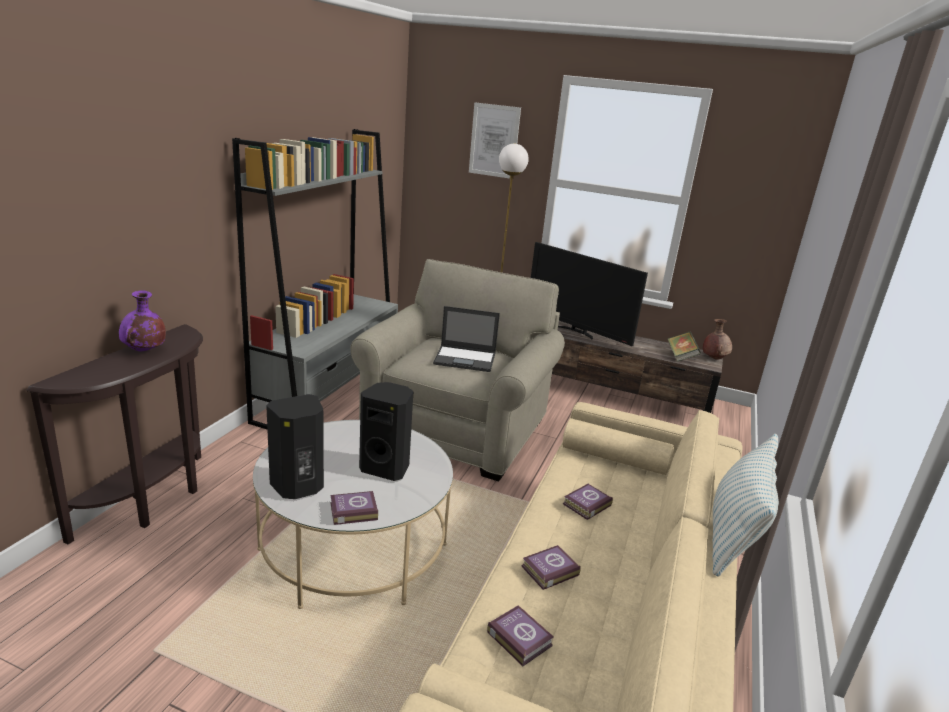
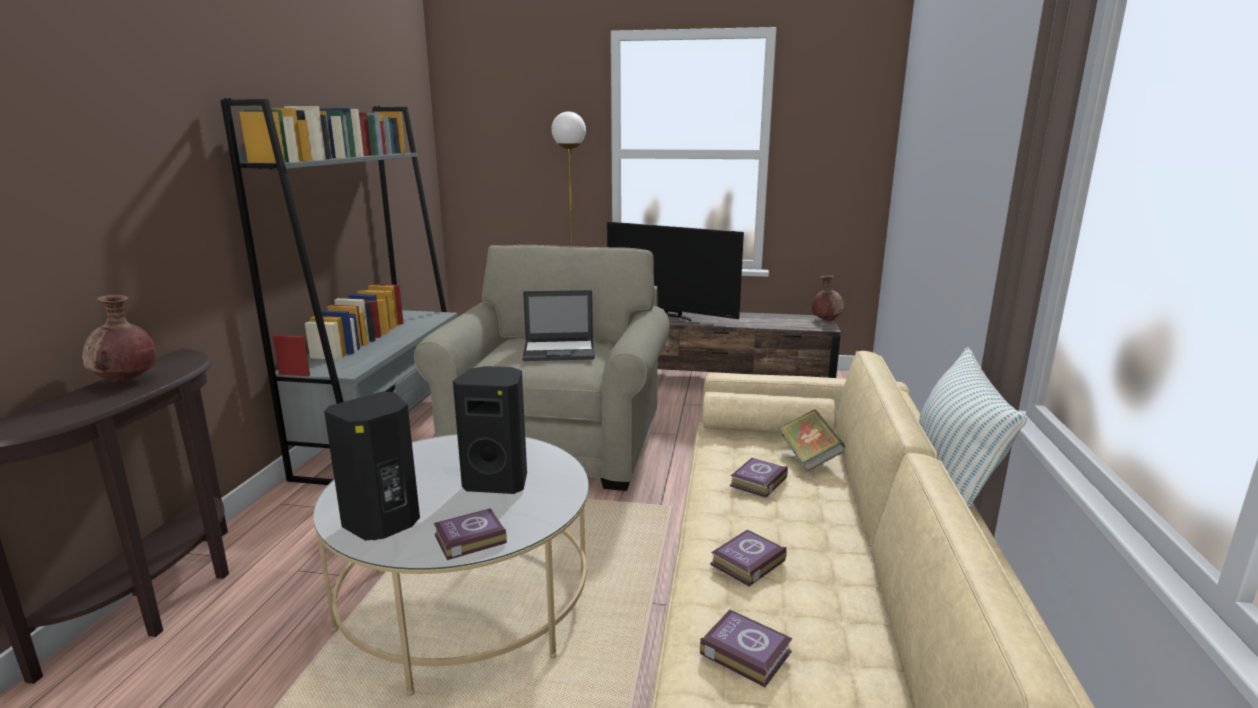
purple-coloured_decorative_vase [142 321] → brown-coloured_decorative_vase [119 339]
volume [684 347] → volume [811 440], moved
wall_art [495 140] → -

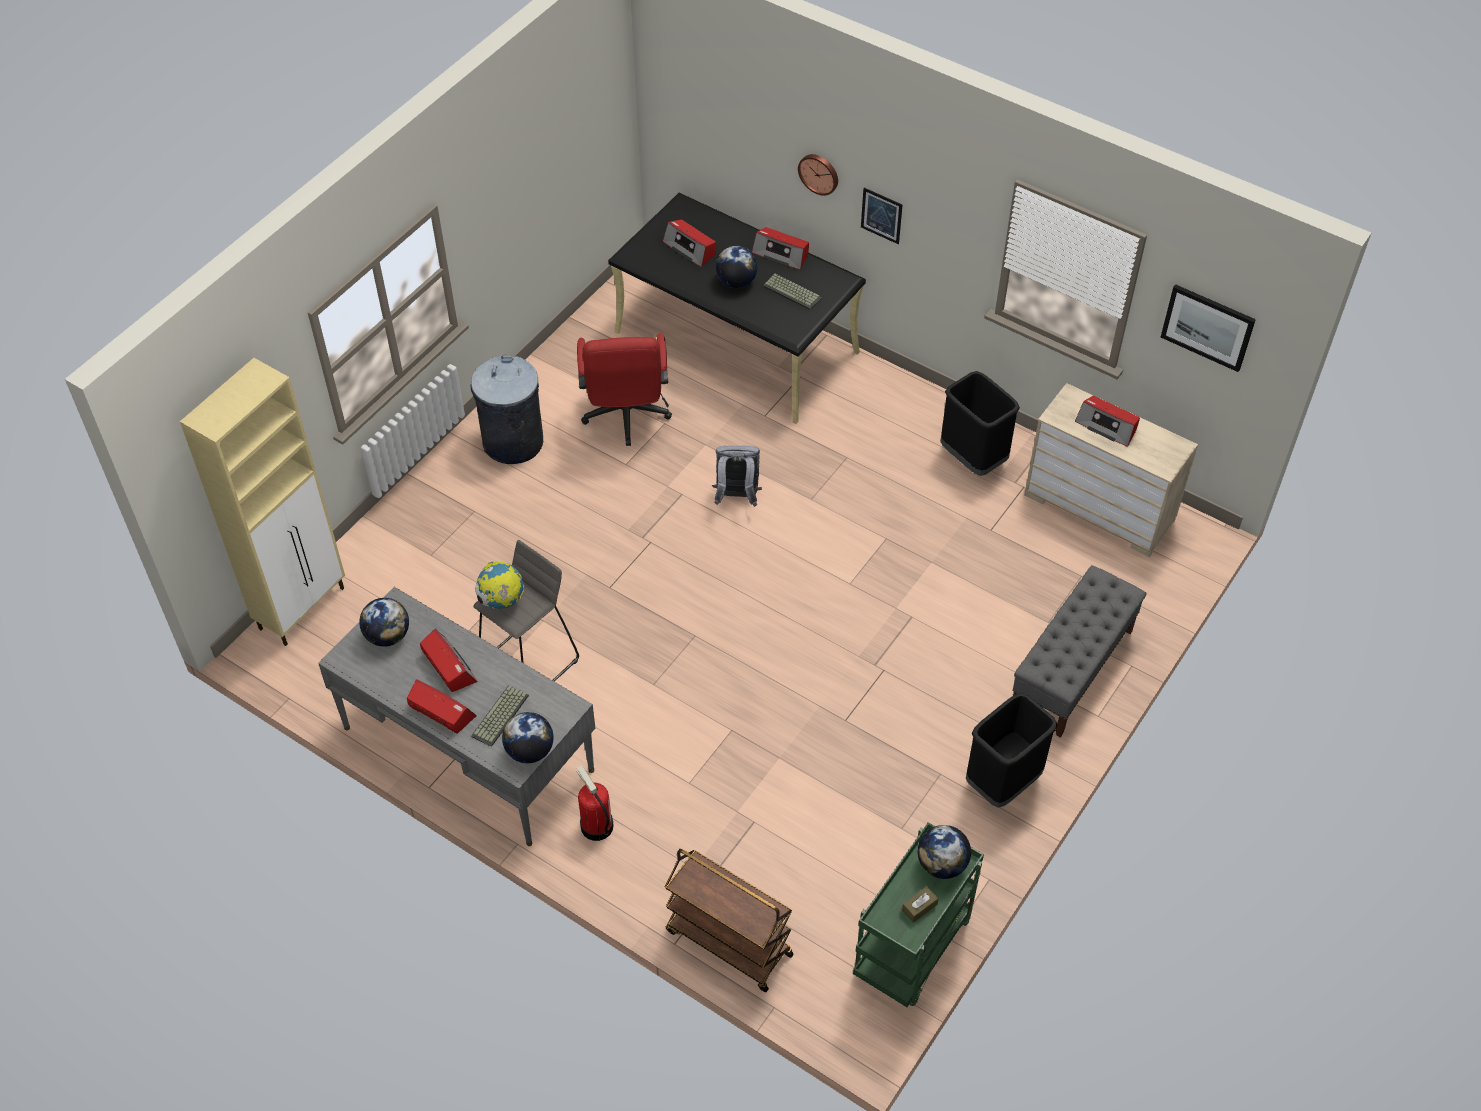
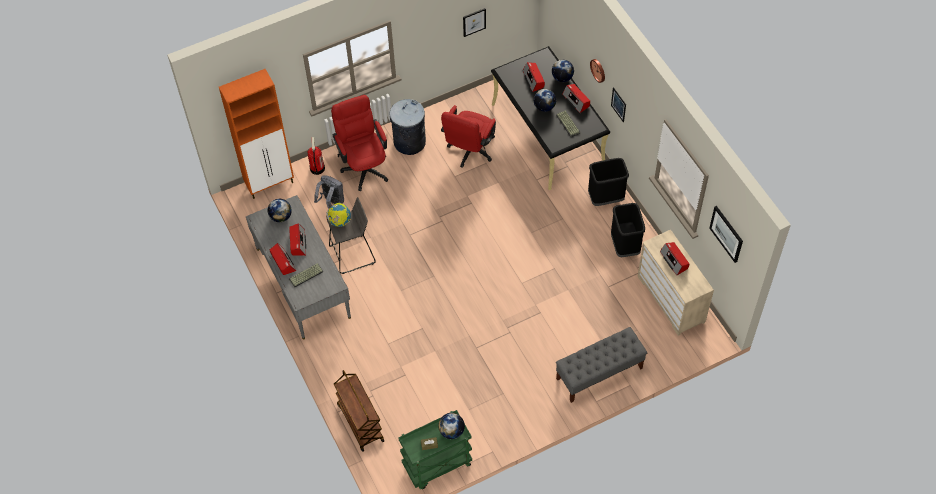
beige-coloured_cupboard [262 502] → orange-coloured_cupboard [256 134]
fire-fighting_cylinder [595 803] → fire-fighting_cylinder [316 156], moved
gray_rucksack [737 476] → gray_rucksack [329 191], moved
- → red-coloured_desk_chair [359 143]
- → wall_art [474 22]
desk_globe [528 737] → desk_globe [563 71], moved
blackish_rubbish_bin [1012 750] → blackish_rubbish_bin [608 182], moved

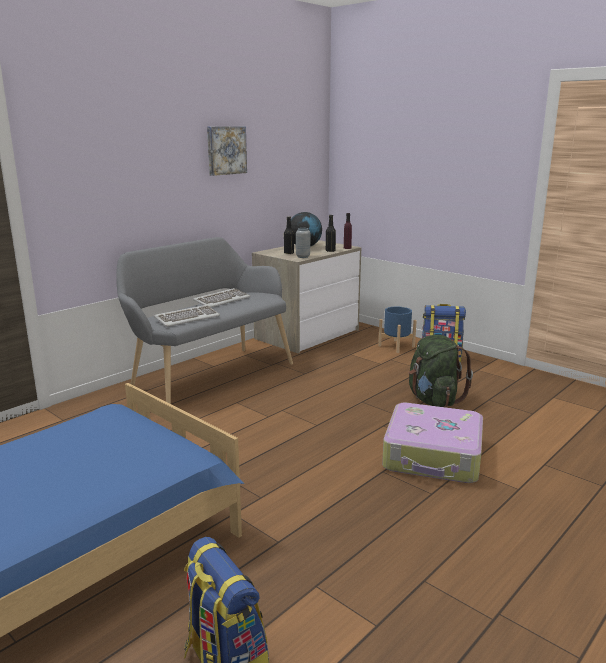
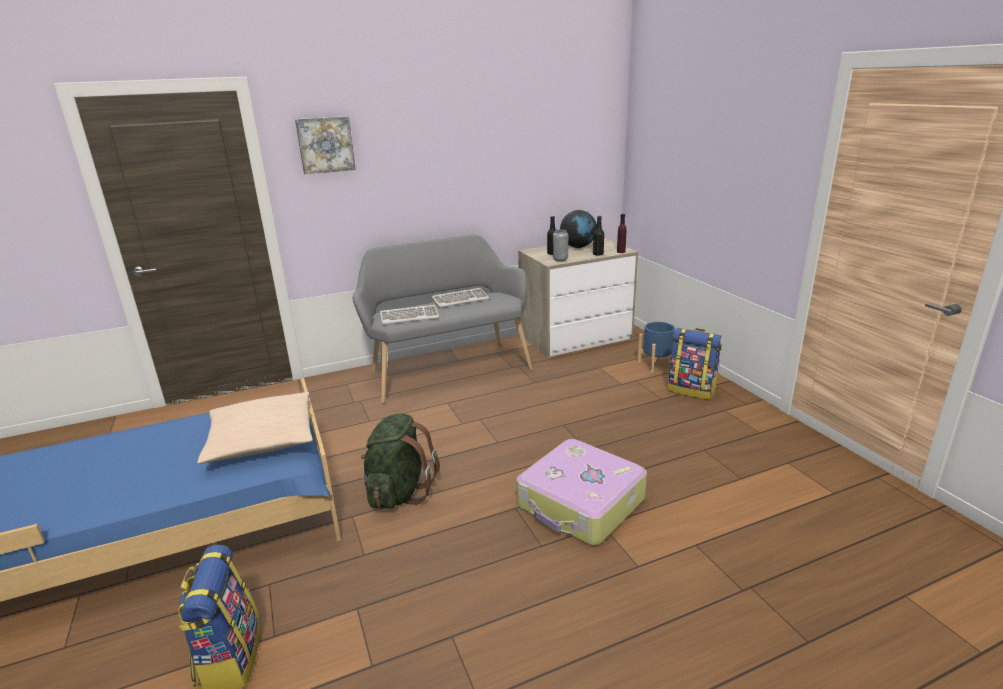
- → beige-coloured_cushion [255 428]
wall_art [227 151] → wall_art [325 145], moved
green_rucksack [440 371] → green_rucksack [400 461], moved

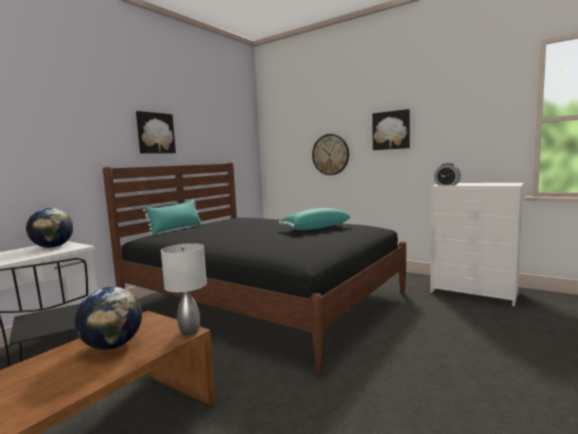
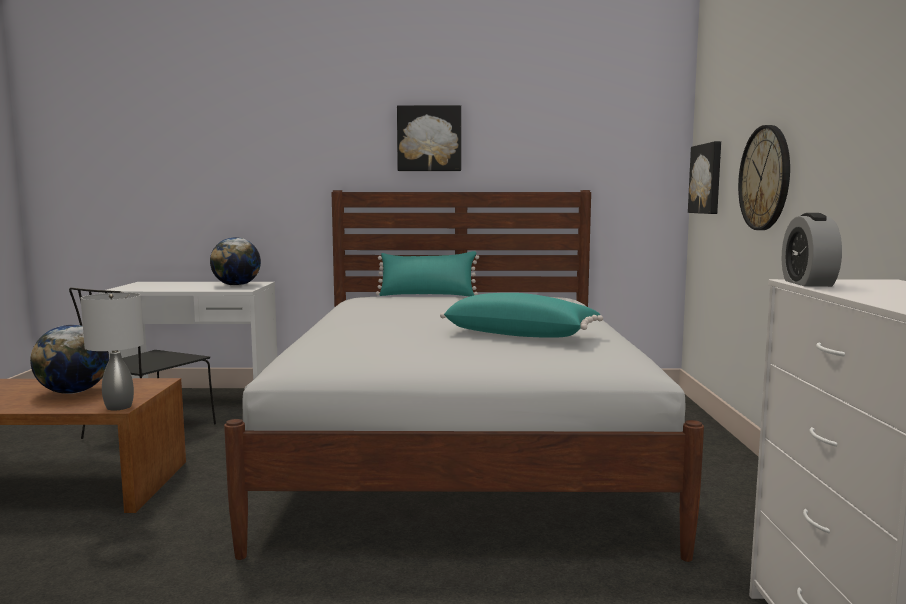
blackish_sleeping_bed [254 268] → white-coloured_sleeping_bed [464 376]
wall_art [391 129] → wall_art [704 177], moved

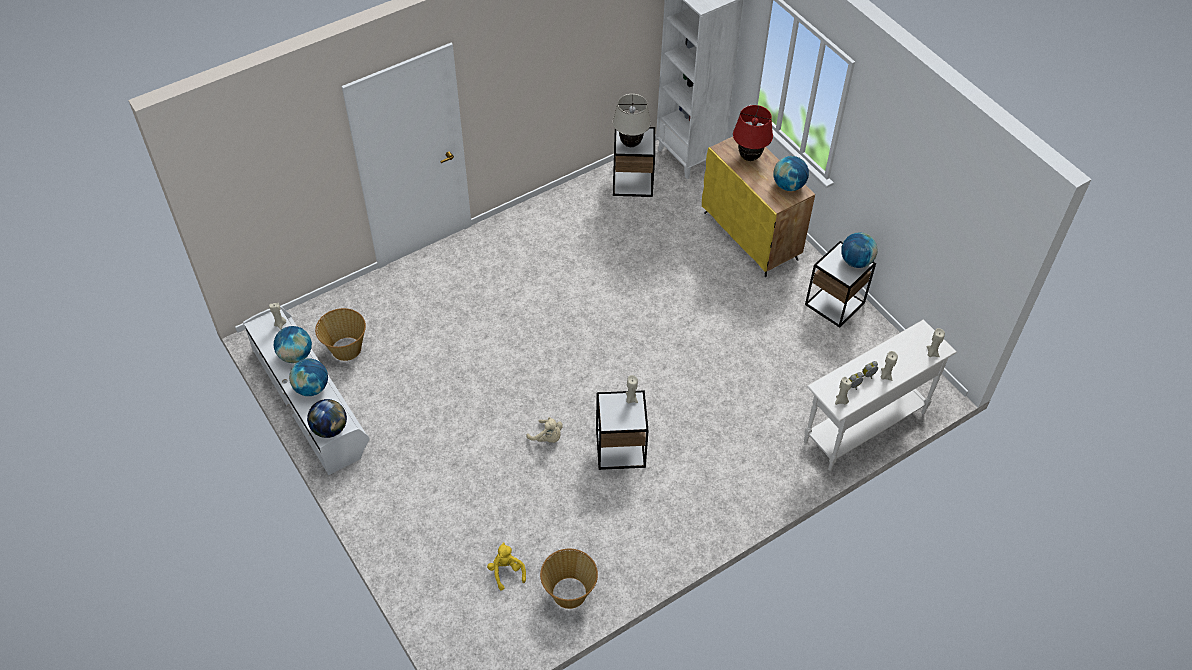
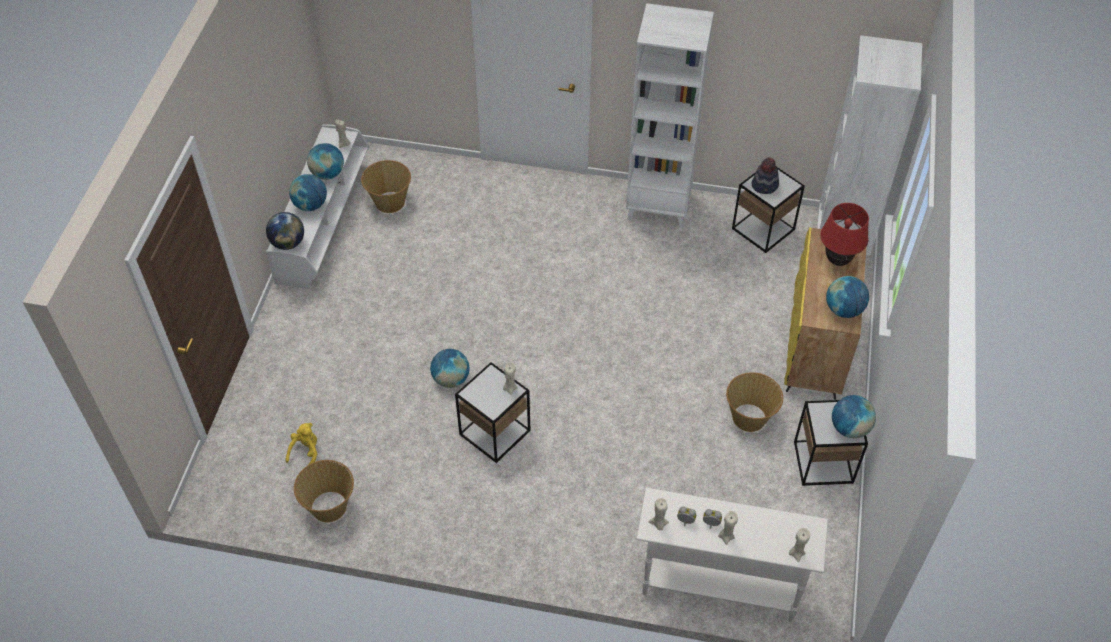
beige-coloured_soft_toy [544 430] → desk_globe [450 368]
- → white-coloured_bookshelf [670 115]
- → basket [754 402]
beige-coloured_table_lamp [632 120] → clothing_hat [765 175]

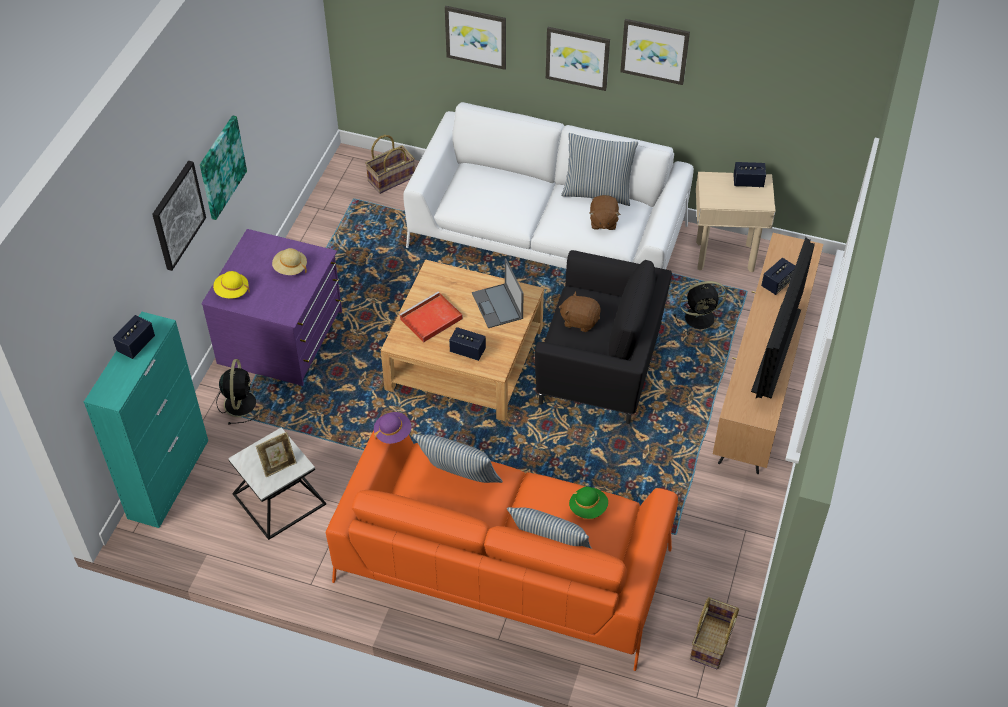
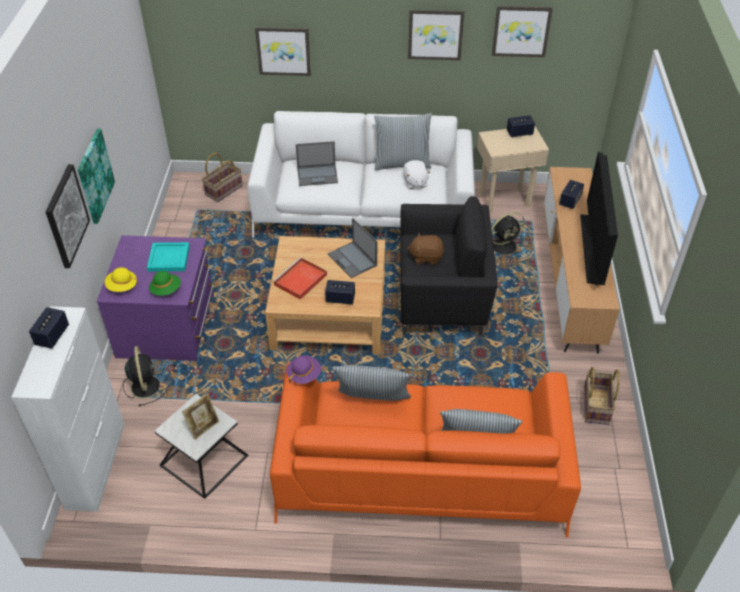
turquoise_cupboard [146 420] → white-coloured_cupboard [68 409]
beige-coloured_clothing_hat [289 261] → turquoise_carrying_tray [168 257]
green_clothing_hat [588 503] → green_clothing_hat [165 283], moved
- → portable_computer [317 163]
brown-coloured_soft_toy [604 212] → white-coloured_soft_toy [417 174]
wall_art [578 59] → wall_art [522 31], moved
basket [714 633] → basket [602 396], moved

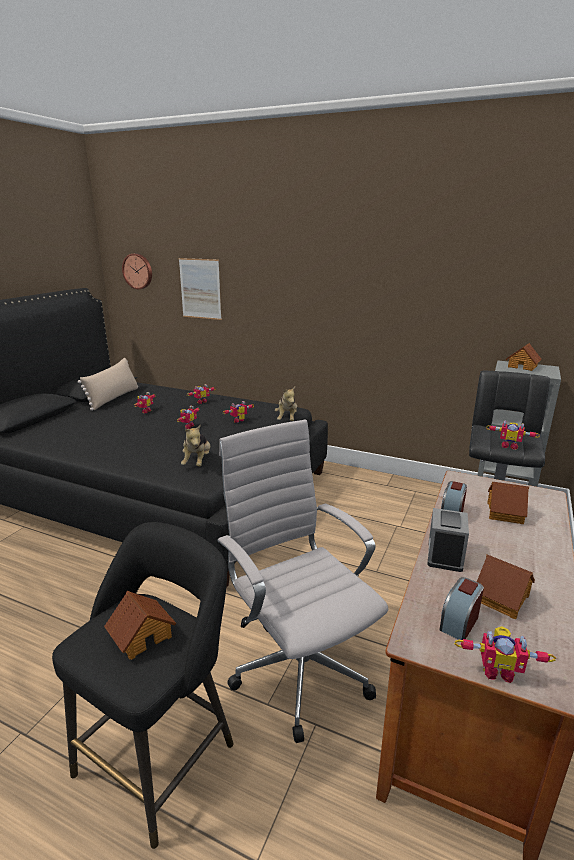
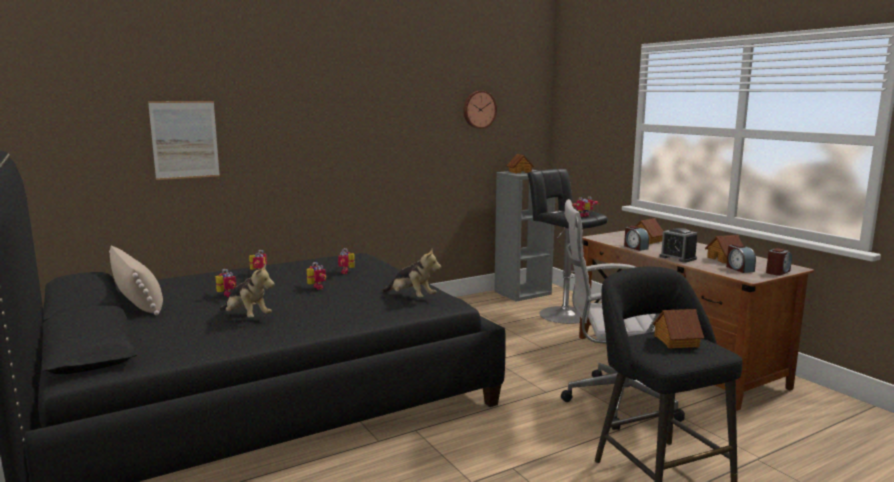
soft_toy [286 404] → soft_toy [247 290], moved
hanging_clock [137 271] → hanging_clock [480 110], moved
robot_figure [505 654] → alarm_clock [779 262]

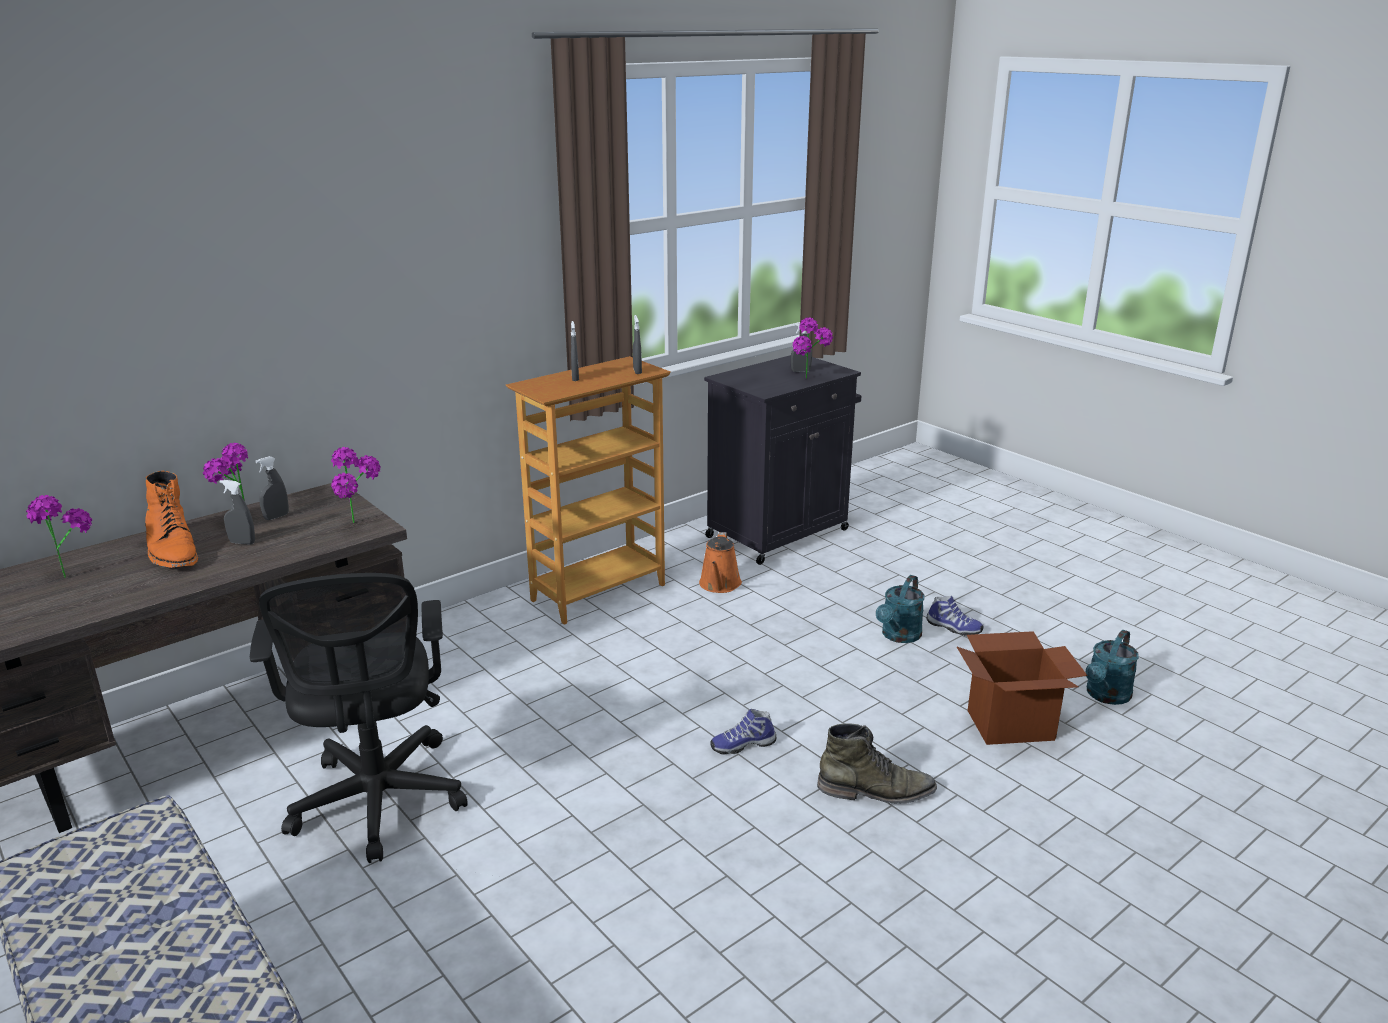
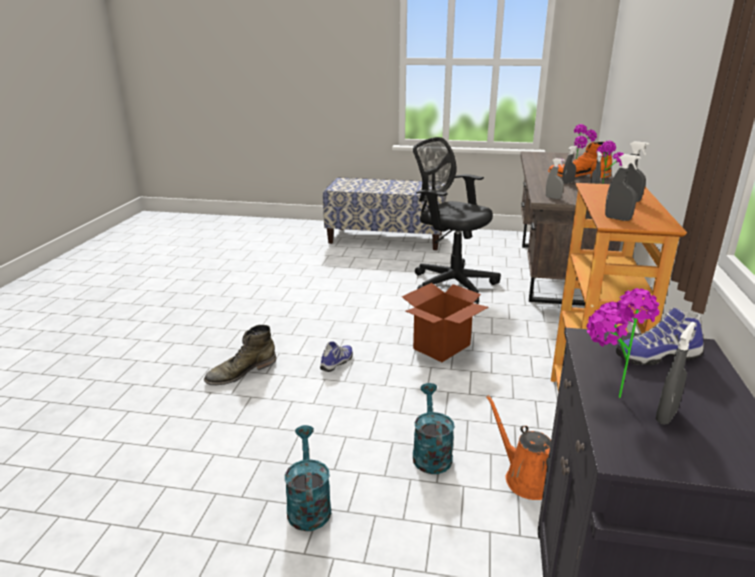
carton [1022 688] → carton [445 322], moved
turquoise_watering_can [1112 667] → turquoise_watering_can [434 428], moved
houseplant [355 485] → gray_sprayer [555 178]
shoe [955 616] → shoe [660 336], moved

